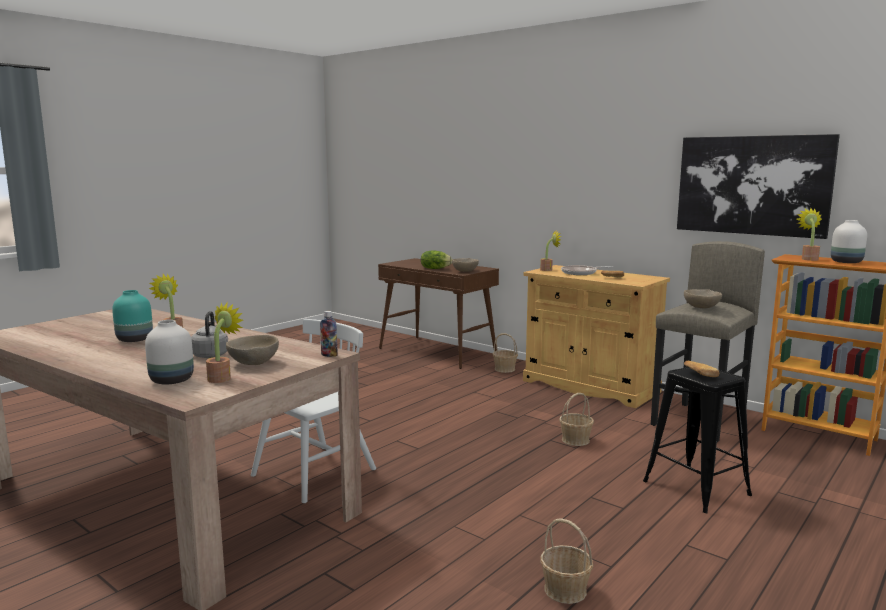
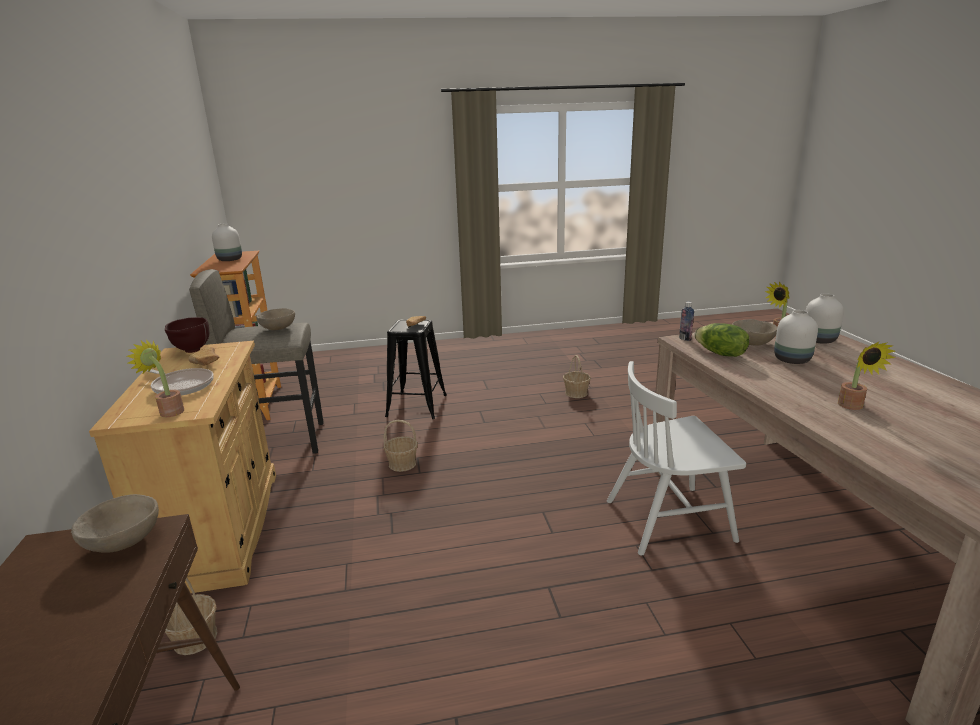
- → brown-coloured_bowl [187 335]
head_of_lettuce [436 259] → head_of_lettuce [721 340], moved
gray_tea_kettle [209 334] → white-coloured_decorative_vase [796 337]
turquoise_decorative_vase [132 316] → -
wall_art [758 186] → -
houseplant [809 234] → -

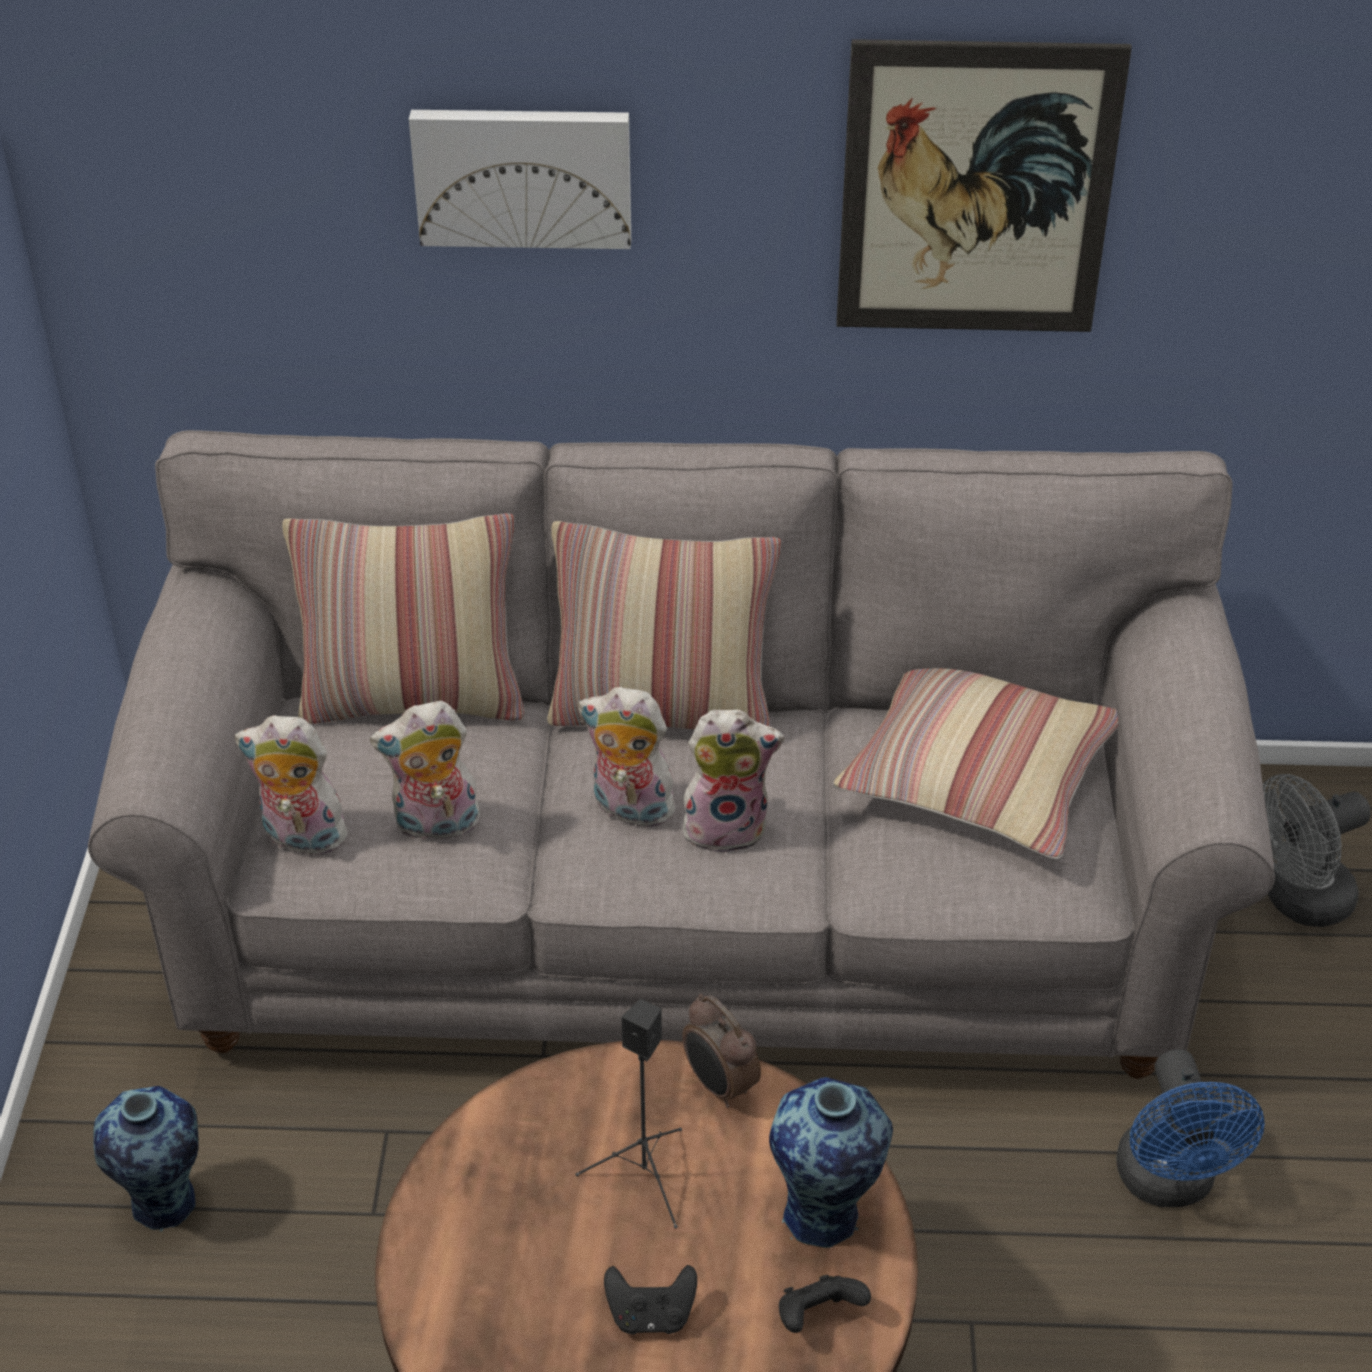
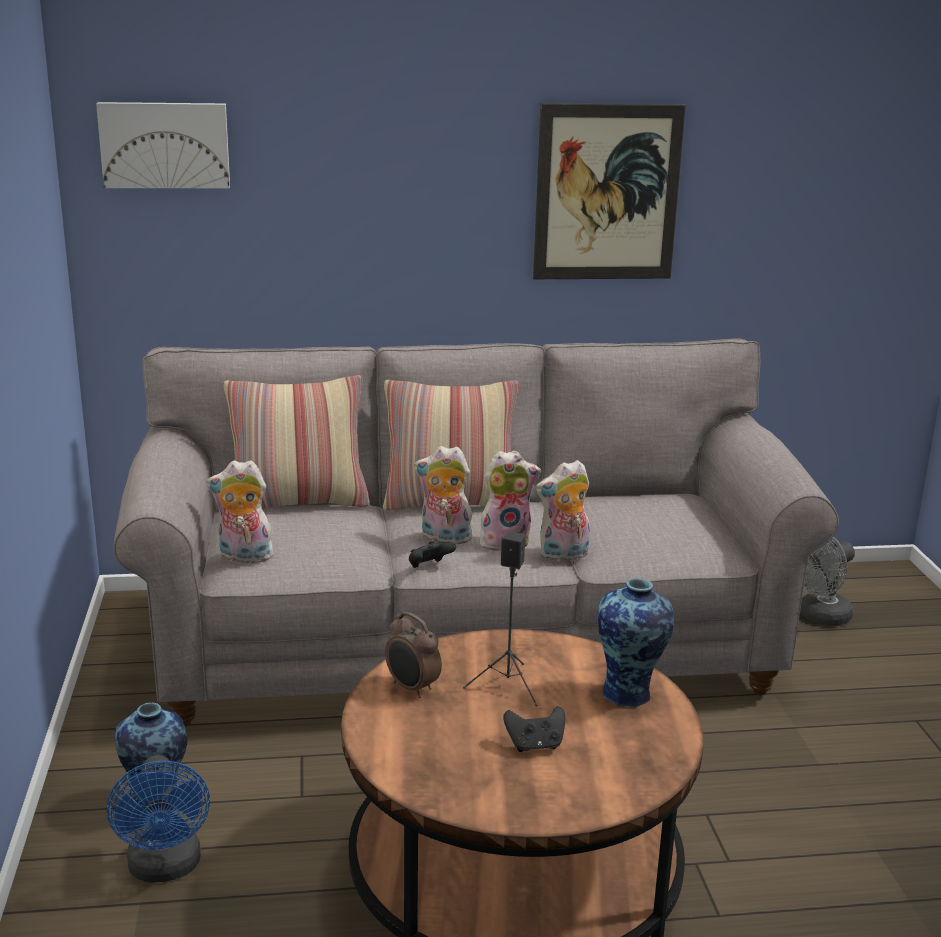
wall_art [520 179] → wall_art [163 145], moved
bluish_electric_fan [1190 1128] → bluish_electric_fan [158 819], moved
alarm_clock [721 1051] → alarm_clock [413 655], moved
blackish_joypad [825 1304] → blackish_joypad [432 554], moved
soft_toy [426 771] → soft_toy [563 511], moved
cushion [975 764] → -

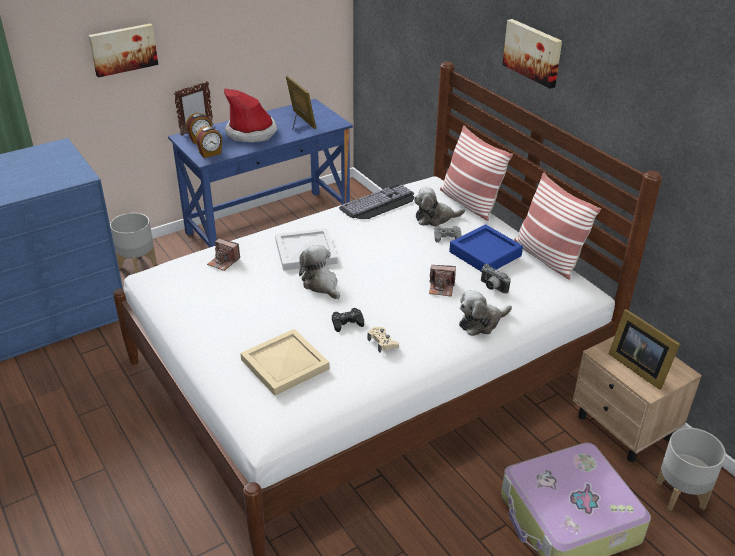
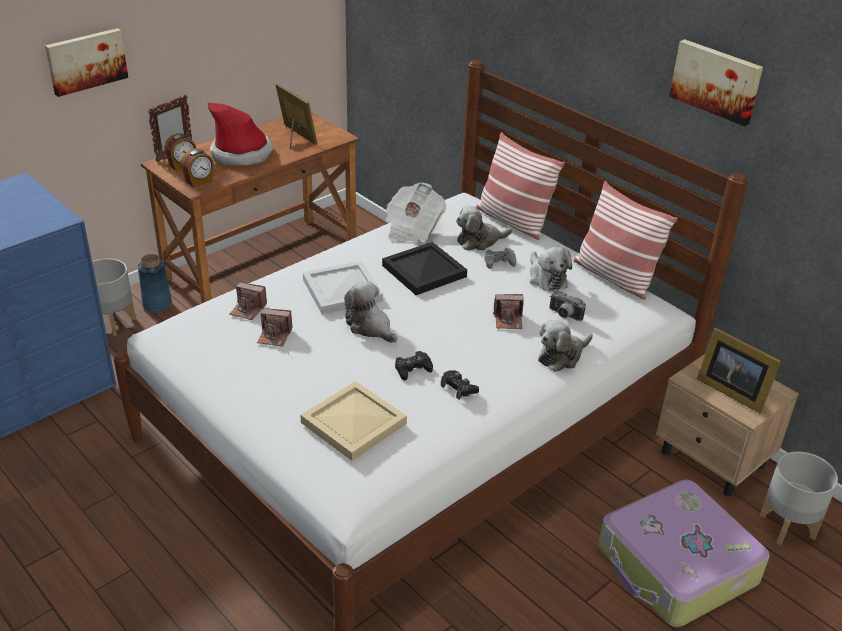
- → bluish_decorative_vase [155 283]
bluish_desk_table [260 173] → brown-coloured_desk_table [249 208]
- → photo_camera [275 327]
- → blackish_carrying_tray [424 268]
keyboard [377 201] → printed_paper [416 212]
beige-coloured_joypad [383 339] → blackish_joypad [460 385]
bluish_carrying_tray [486 248] → soft_toy [551 269]
wall_art [532 54] → wall_art [716 82], moved

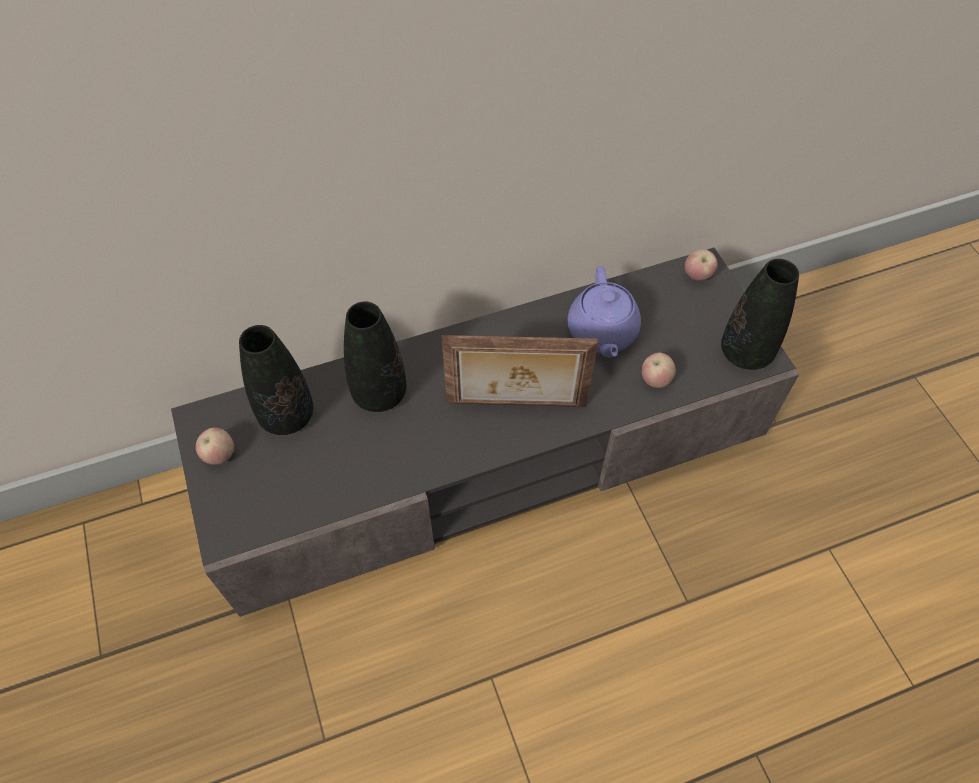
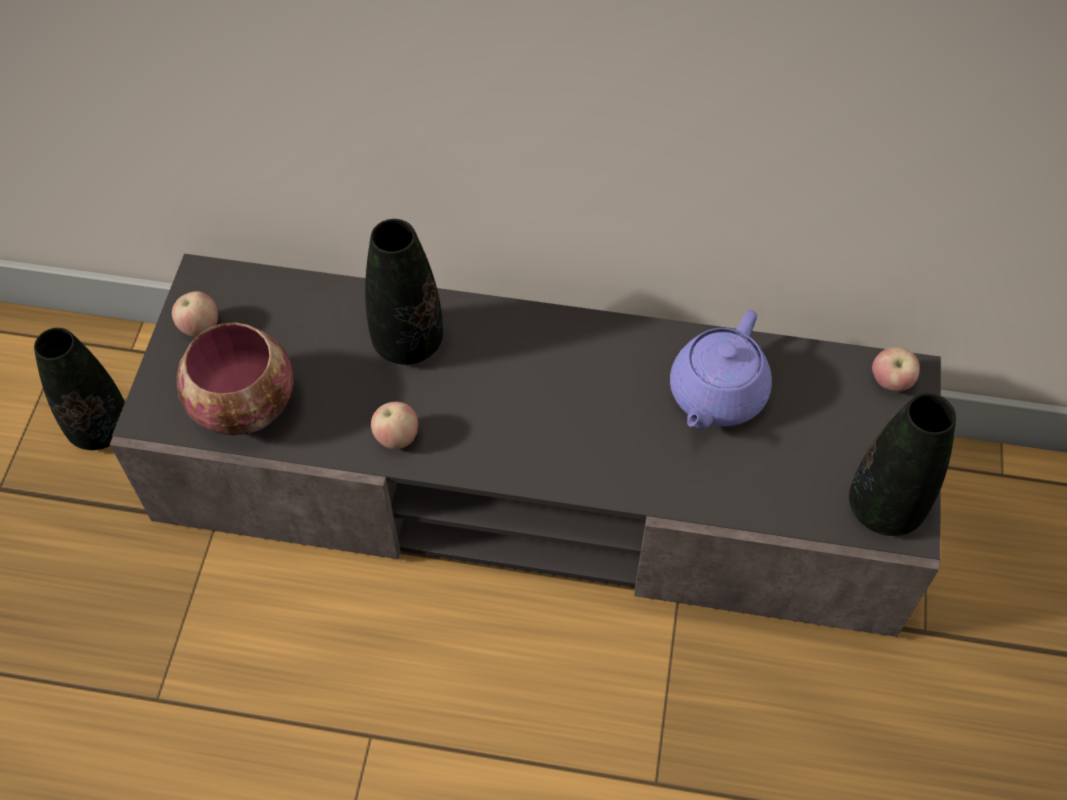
blackish_decorative_vase [276 380] → blackish_decorative_vase [79 389], moved
- → bowl [235 379]
apple_fruit [659 370] → apple_fruit [394 425], moved
photo_frame [519 371] → -

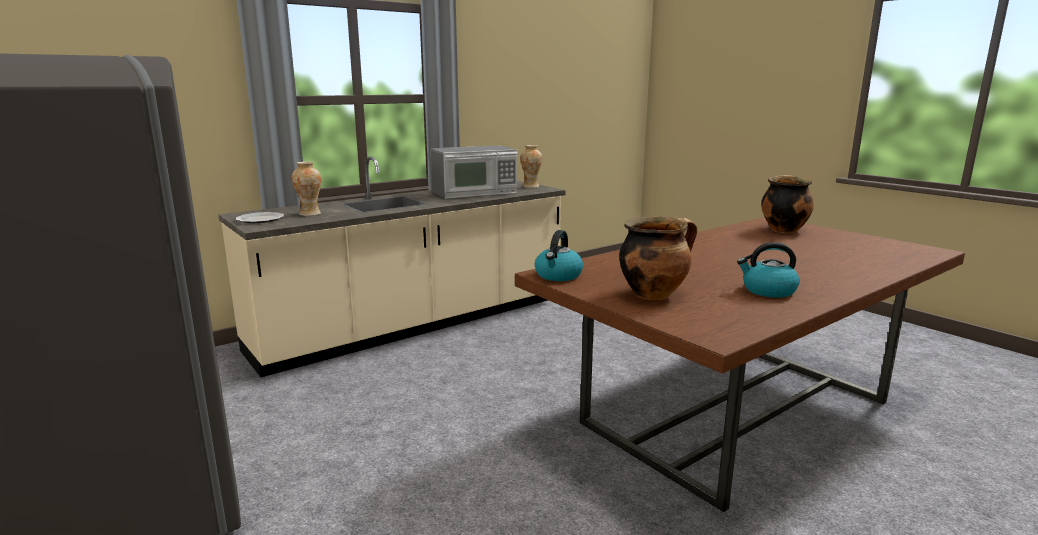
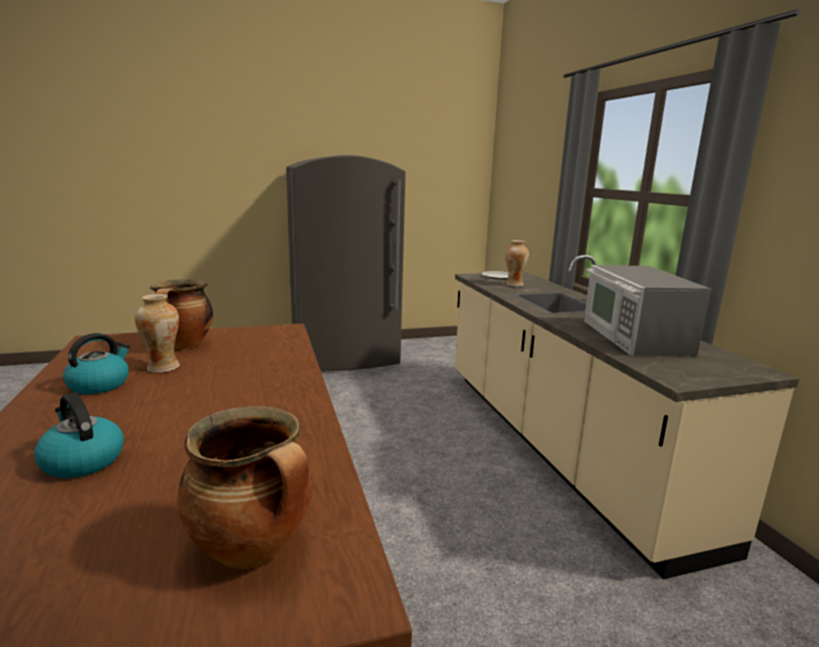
tea_kettle [559 255] → tea_kettle [79 435], moved
decorative_vase [531 166] → decorative_vase [157 333], moved

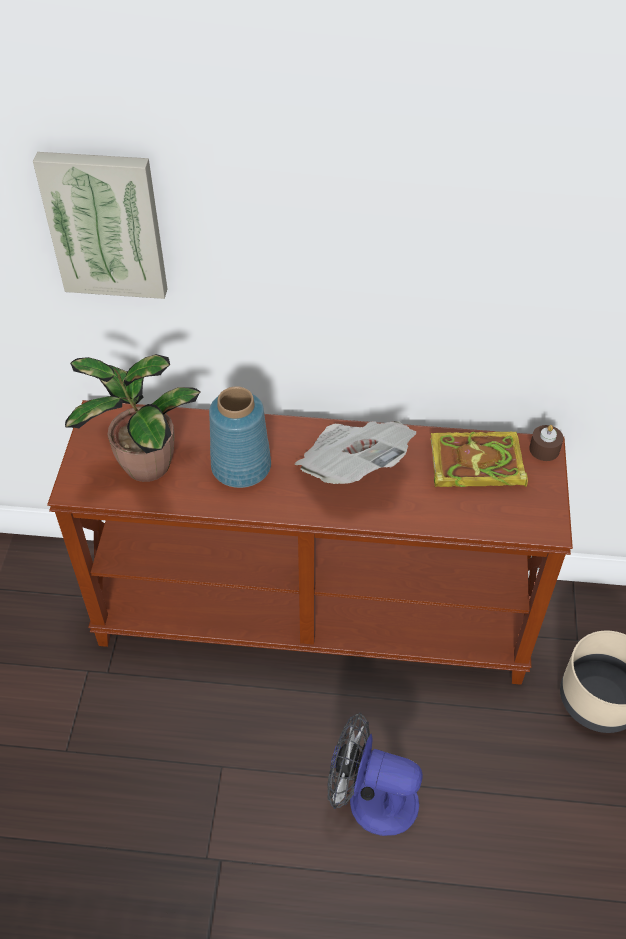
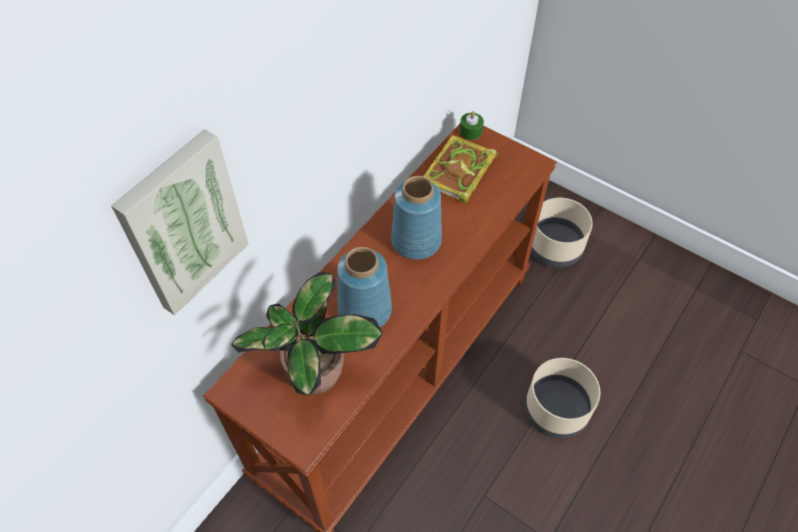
printed_paper [355 452] → bluish_decorative_vase [416 218]
brown-coloured_candle [546 443] → green_candle [471 125]
electric_fan [375 774] → beige-coloured_flower_pot [562 398]

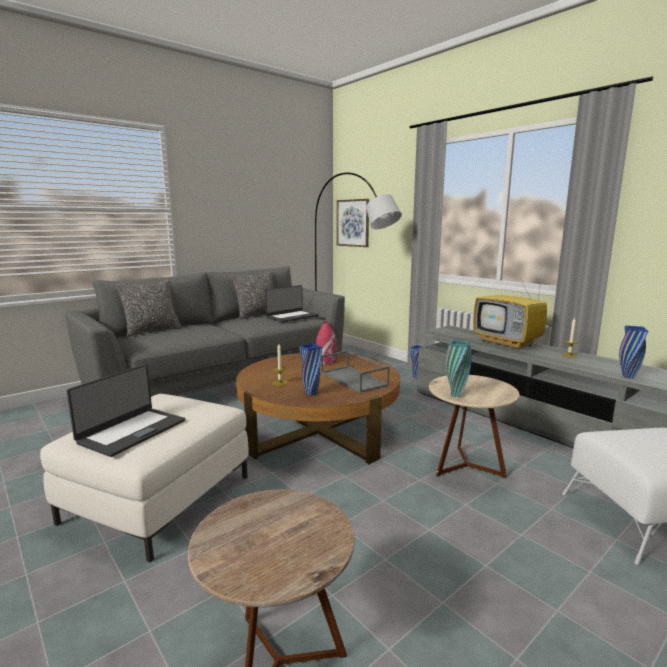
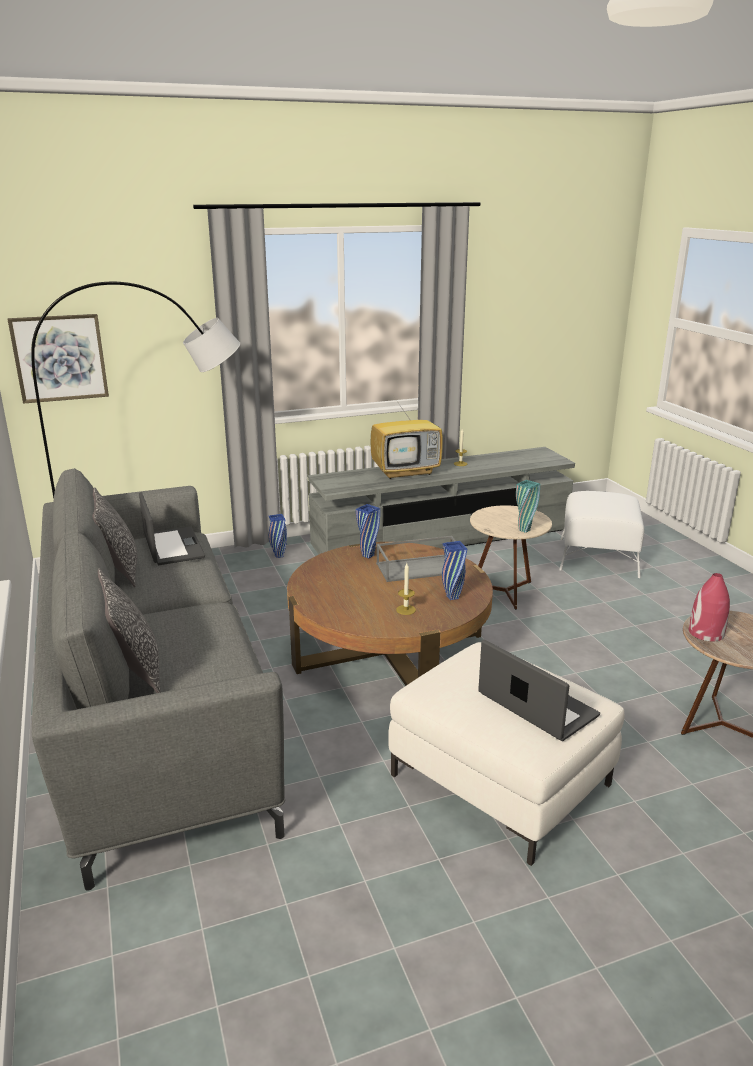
bluish_decorative_vase [633 352] → bluish_decorative_vase [368 531], moved
red-coloured_decorative_vase [326 343] → red-coloured_decorative_vase [709 607], moved

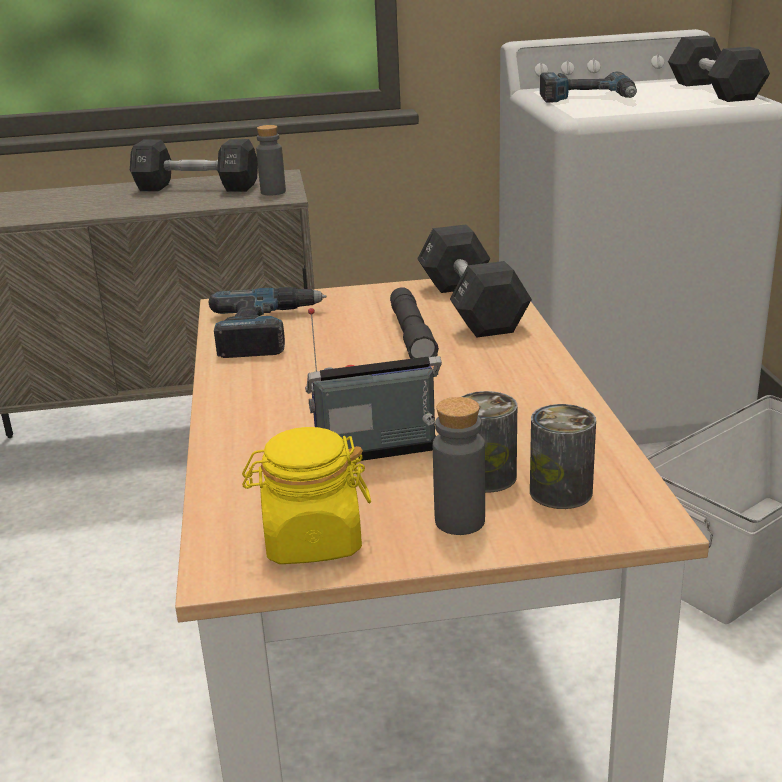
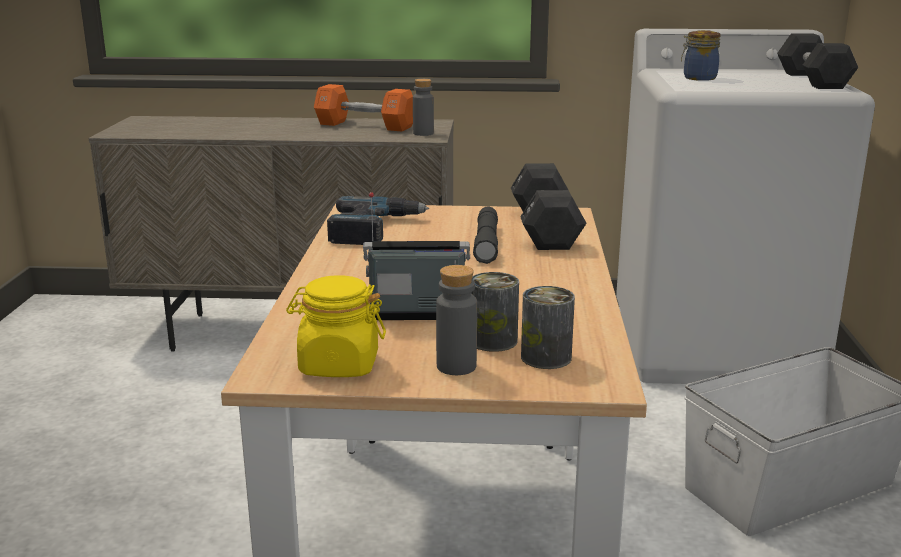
blackish_free_weight [194 165] → orange-coloured_free_weight [363 108]
power_drill [588 87] → preserve_jar [701 55]

